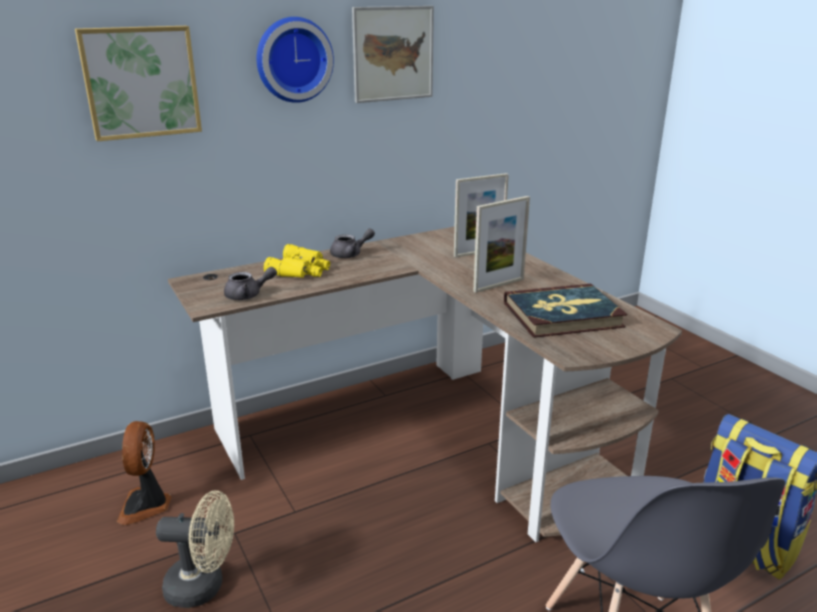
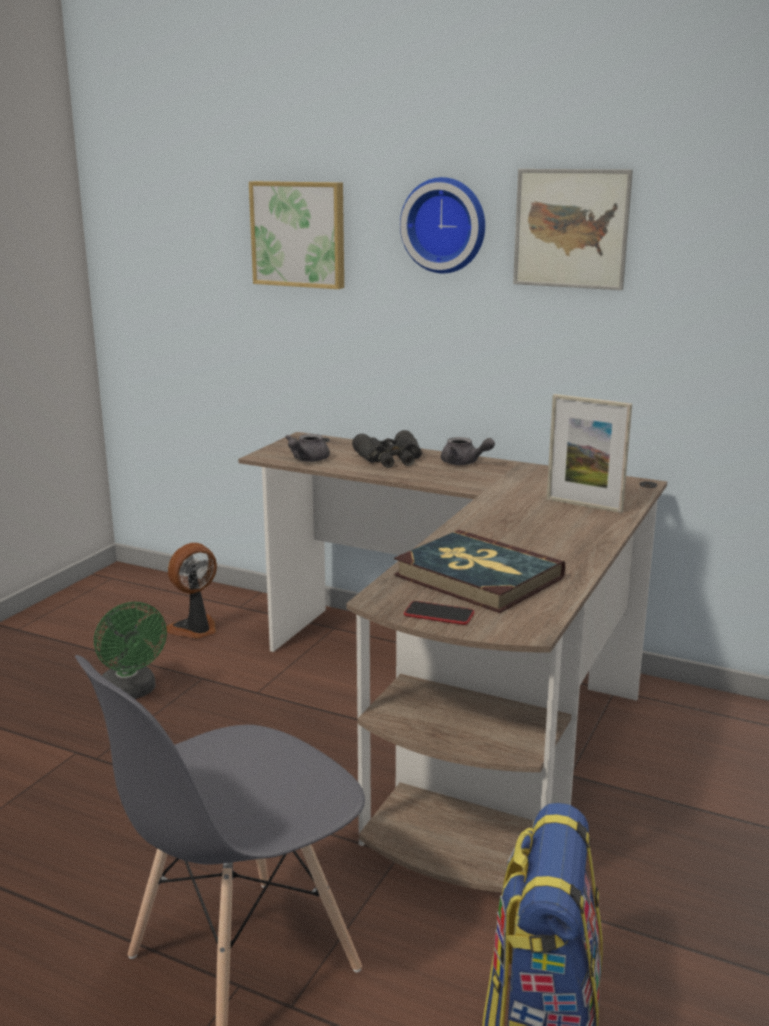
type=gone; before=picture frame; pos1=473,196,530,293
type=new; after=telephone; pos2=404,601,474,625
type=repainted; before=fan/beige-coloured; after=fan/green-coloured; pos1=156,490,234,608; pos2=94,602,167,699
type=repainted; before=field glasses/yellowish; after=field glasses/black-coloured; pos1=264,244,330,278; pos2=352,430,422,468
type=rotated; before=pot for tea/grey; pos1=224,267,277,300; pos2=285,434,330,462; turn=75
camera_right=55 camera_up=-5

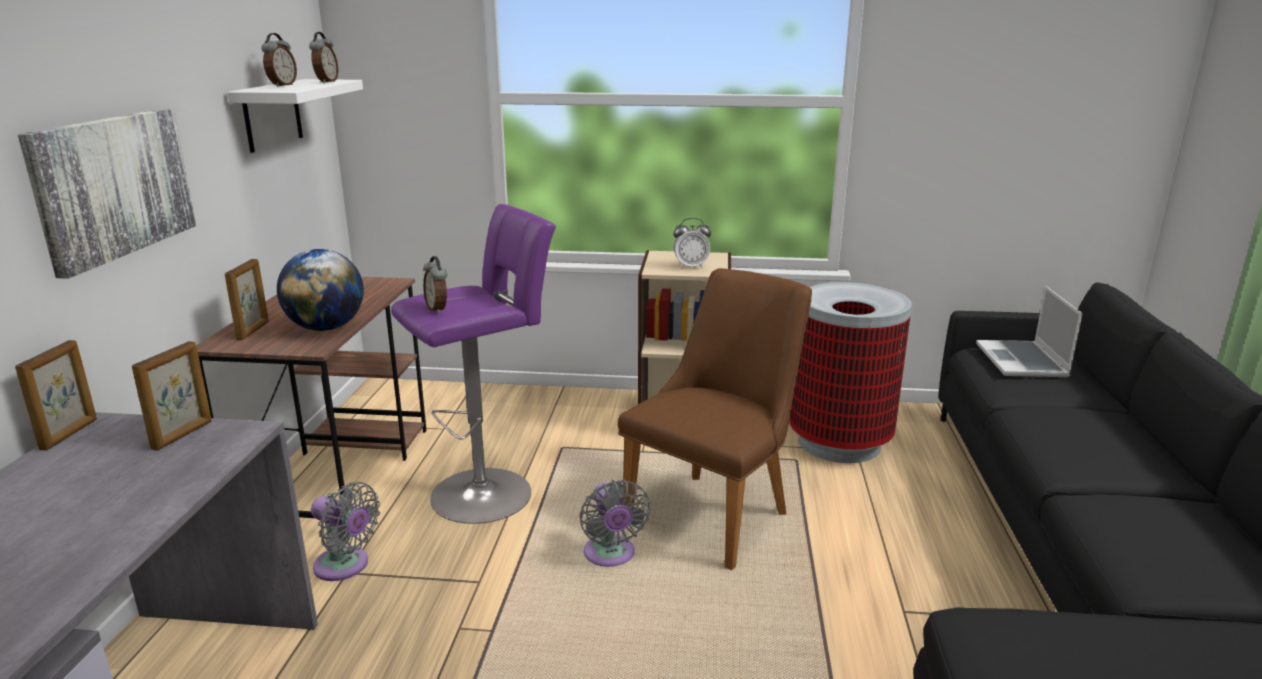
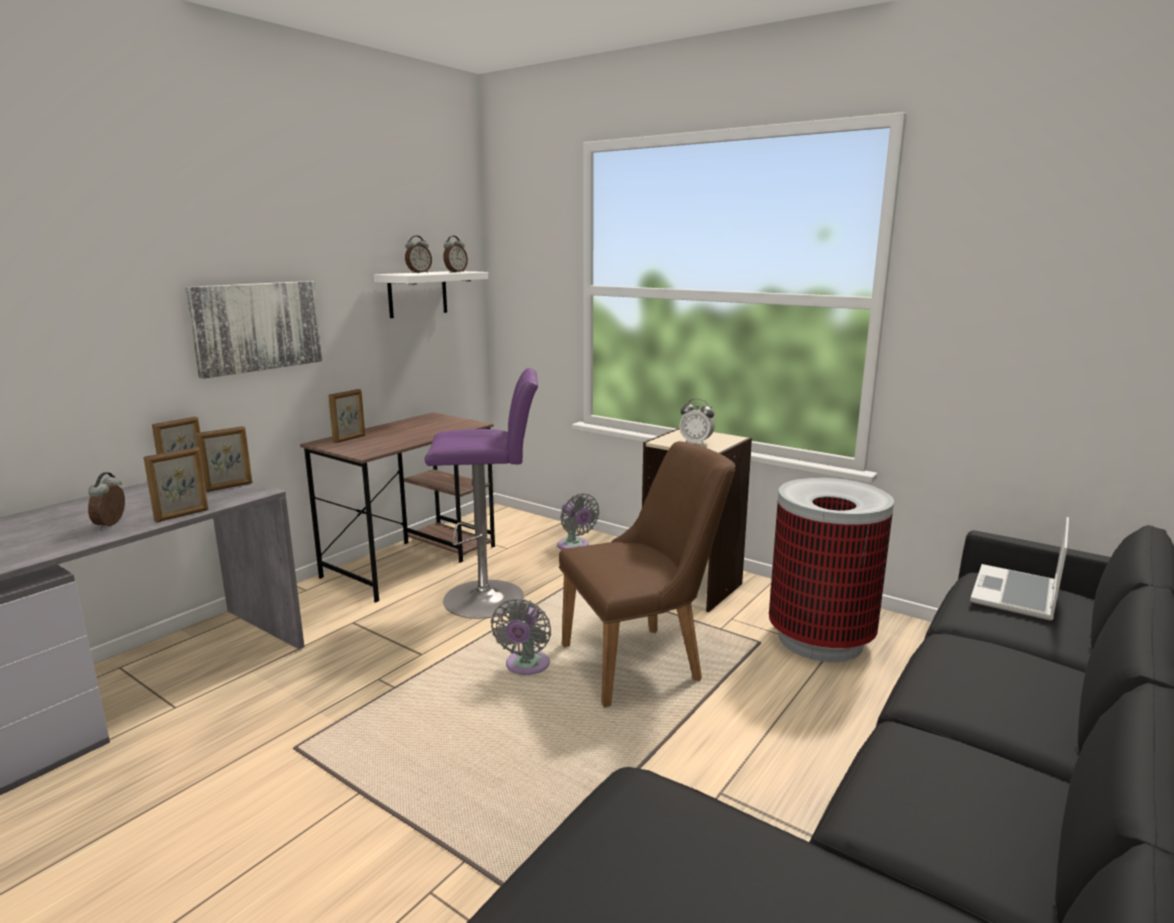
type=gone; before=world globe; pos1=277,249,364,331
type=new; after=picture frame; pos2=144,447,209,522
type=shifted; before=fan/grey; pos1=311,482,380,581; pos2=557,493,600,550
type=shifted; before=bedside clock; pos1=423,256,447,314; pos2=88,472,125,529
camera_right=30 camera_up=-5

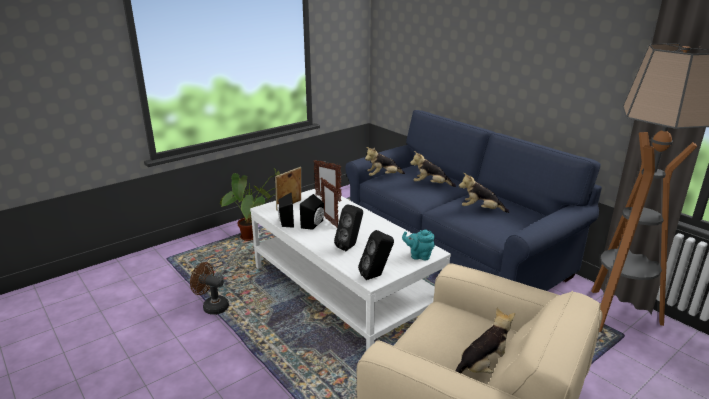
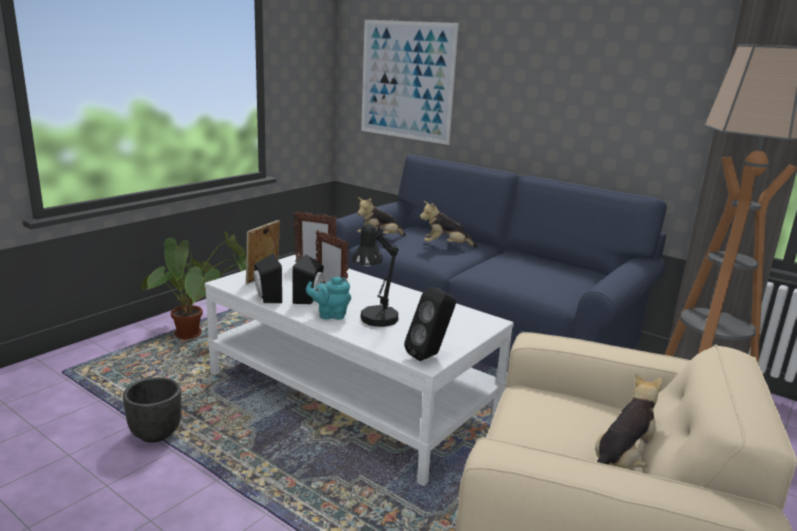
type=gone; before=plush toy; pos1=459,172,509,213
type=new; after=picture; pos2=361,20,459,145
type=shifted; before=pot for tea/turquoise; pos1=402,230,435,261; pos2=306,277,351,320
type=swapped; before=fan/brown; after=flower pot/black-coloured; pos1=190,262,229,315; pos2=123,377,182,443
type=swapped; before=audio speaker/black-coloured; after=lamp for a table/black-coloured; pos1=334,204,363,251; pos2=352,224,399,327
camera_right=-15 camera_up=-5

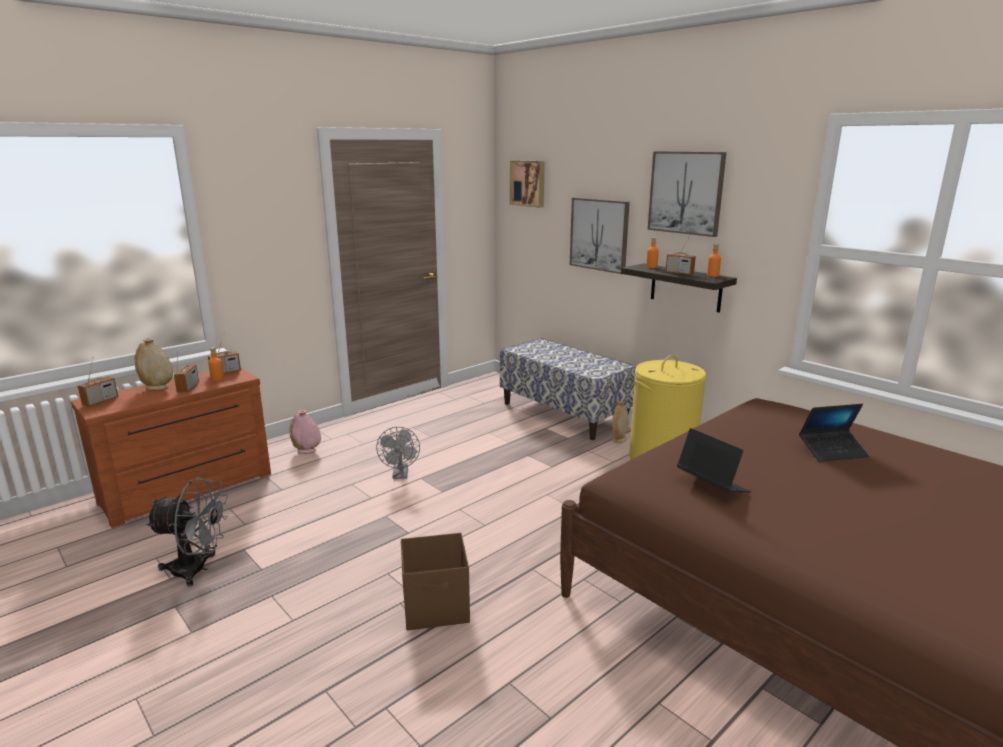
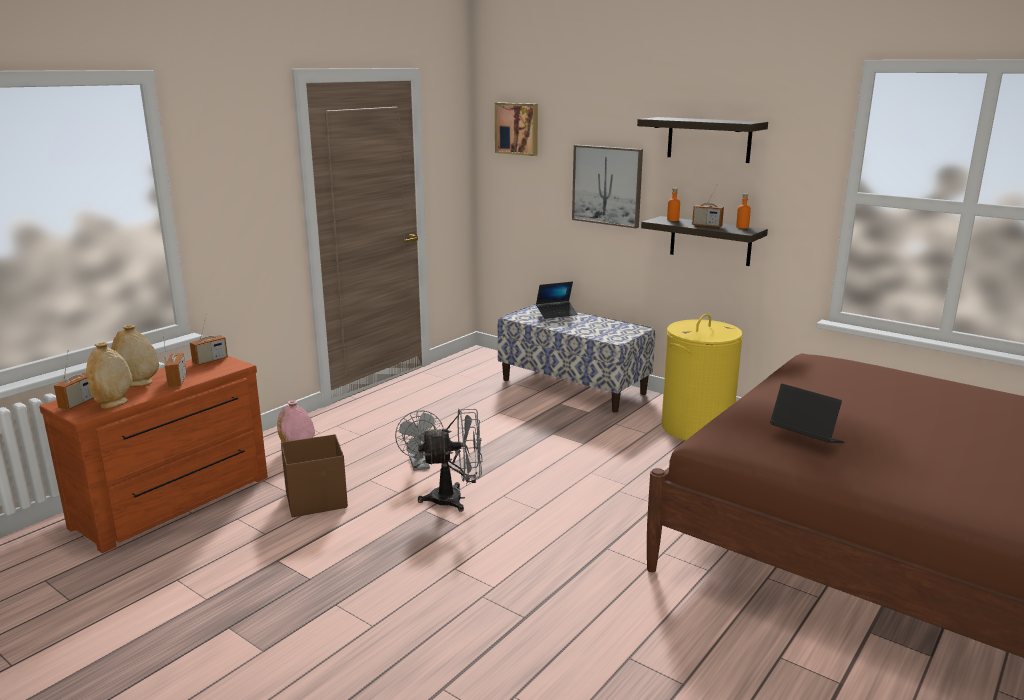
type=gone; before=bottle/orangey; pos1=208,347,224,381
type=shifted; before=fan/grey; pos1=145,478,229,586; pos2=418,409,482,512
type=shifted; before=storage container/brown; pos1=401,533,470,630; pos2=281,434,348,517
type=shifted; before=vase/beige-coloured; pos1=612,401,629,443; pos2=86,342,133,409
type=shifted; before=notebook computer; pos1=799,404,869,462; pos2=536,282,578,319
type=swapped; before=picture; after=bracket shelf; pos1=648,151,727,237; pos2=637,117,768,163
camera_right=-10 camera_up=0

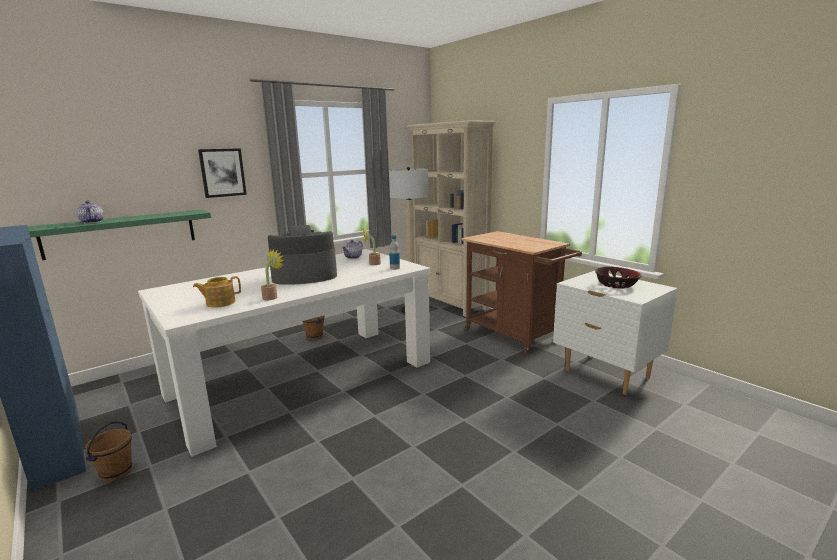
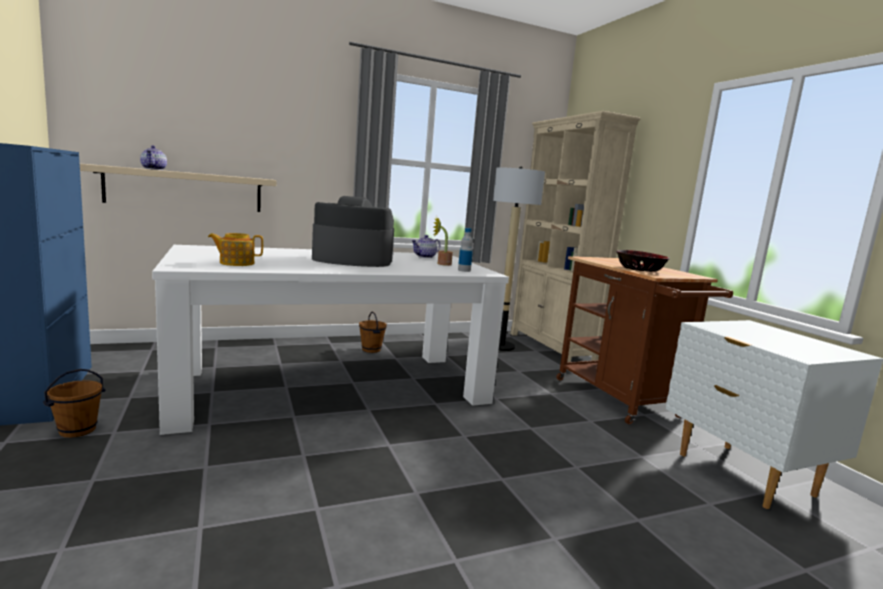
type=gone; before=picture; pos1=198,148,247,198
type=gone; before=houseplant; pos1=261,249,284,300
type=shifted; before=bowl; pos1=595,267,642,289; pos2=616,250,670,272
type=repainted; before=bracket shelf/green-coloured; after=bracket shelf/beige-coloured; pos1=28,210,211,260; pos2=80,164,277,212
camera_right=15 camera_up=-5

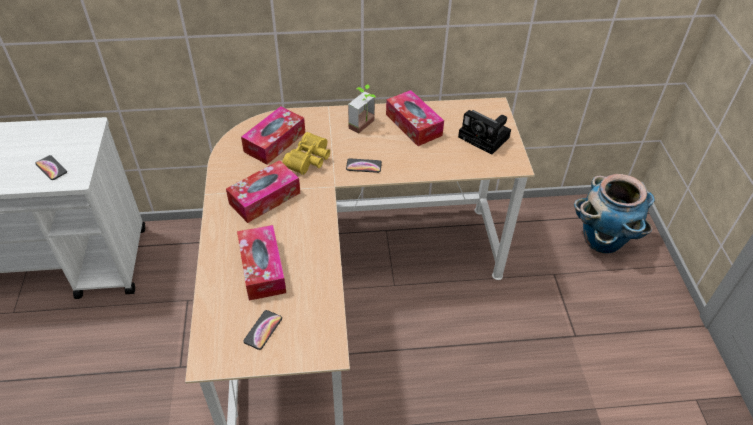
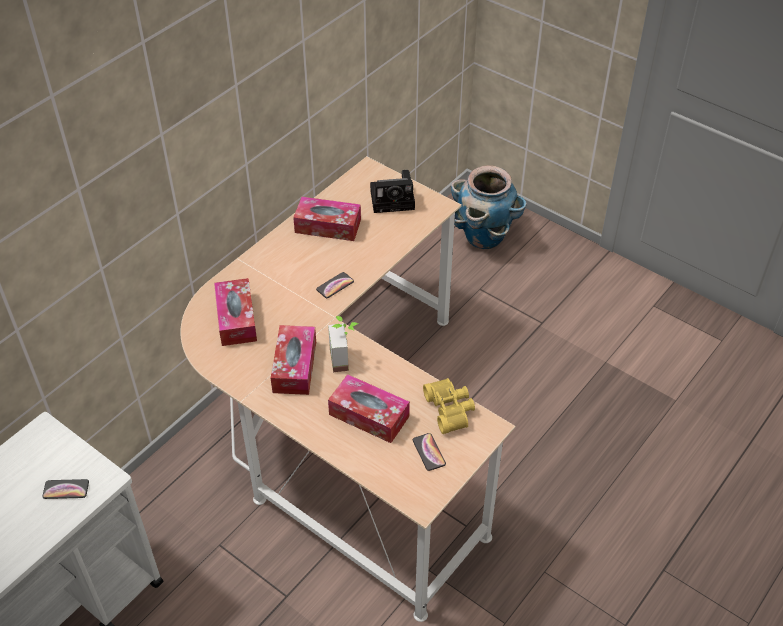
type=shifted; before=field glasses/yellowish; pos1=282,132,330,175; pos2=423,378,475,434
type=shifted; before=houseplant; pos1=348,84,376,134; pos2=328,316,358,372
camera_right=-45 camera_up=0

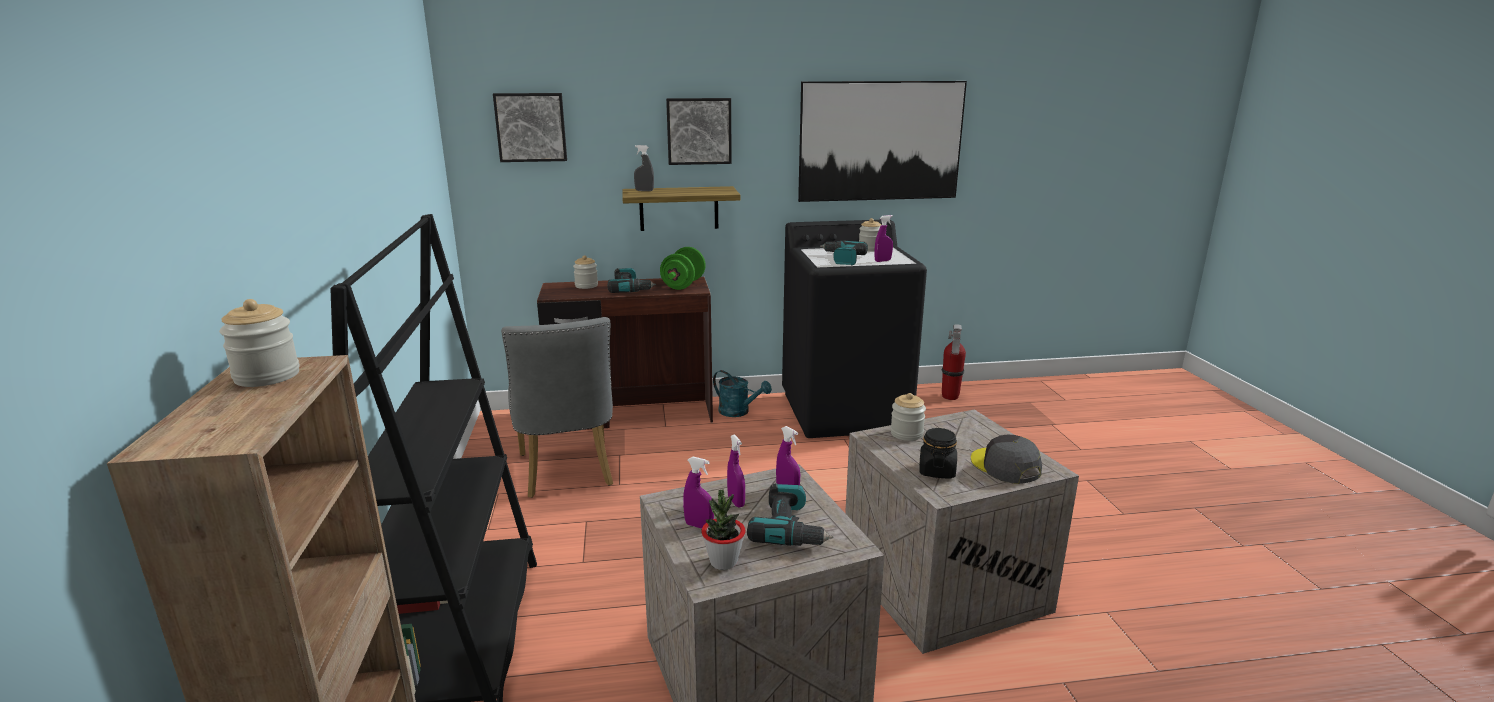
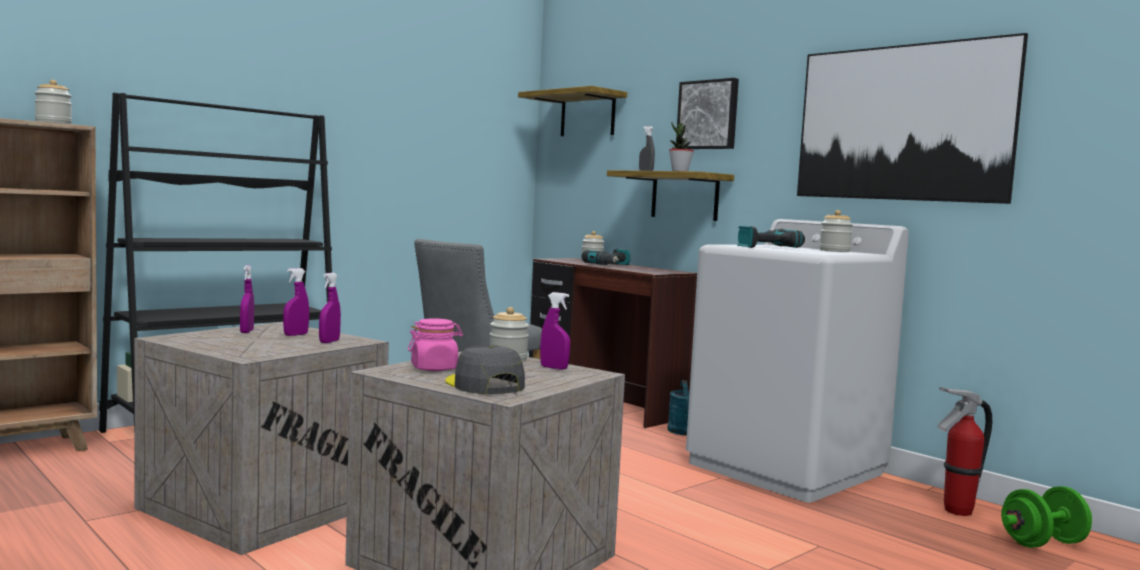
type=gone; before=power drill; pos1=747,483,833,546
type=shifted; before=hand weight/green-coloured; pos1=660,247,706,290; pos2=1001,486,1092,548
type=shifted; before=houseplant; pos1=701,489,746,570; pos2=669,122,694,171
type=shifted; before=hand sprayer/purple-coloured; pos1=874,215,893,262; pos2=540,292,570,370
type=swapped; before=picture; after=bracket shelf; pos1=493,93,567,162; pos2=518,86,627,136
type=repainted; before=laundry machine/black-coloured; after=laundry machine/whitish; pos1=782,220,927,438; pos2=686,219,909,503
type=repainted; before=jar/black-coloured; after=jar/pink; pos1=919,428,957,478; pos2=408,319,463,371
type=rotated; before=baseball cap/grey; pos1=971,435,1042,484; pos2=445,345,525,394; turn=-60
camera_right=55 camera_up=-15

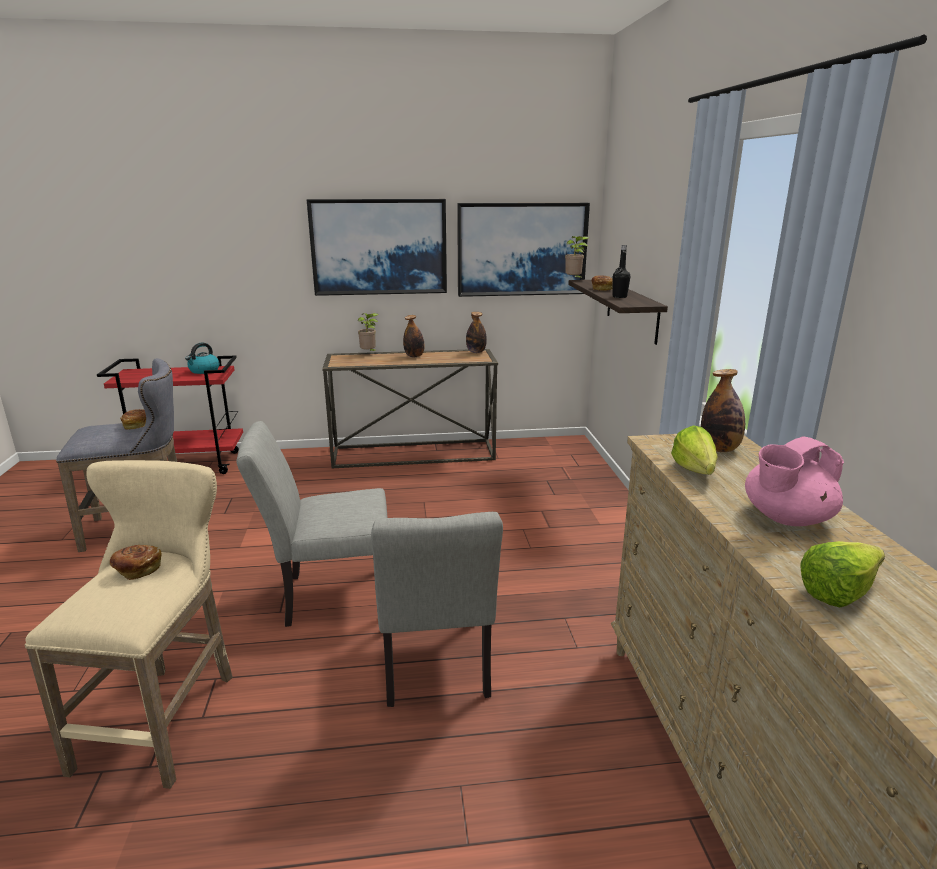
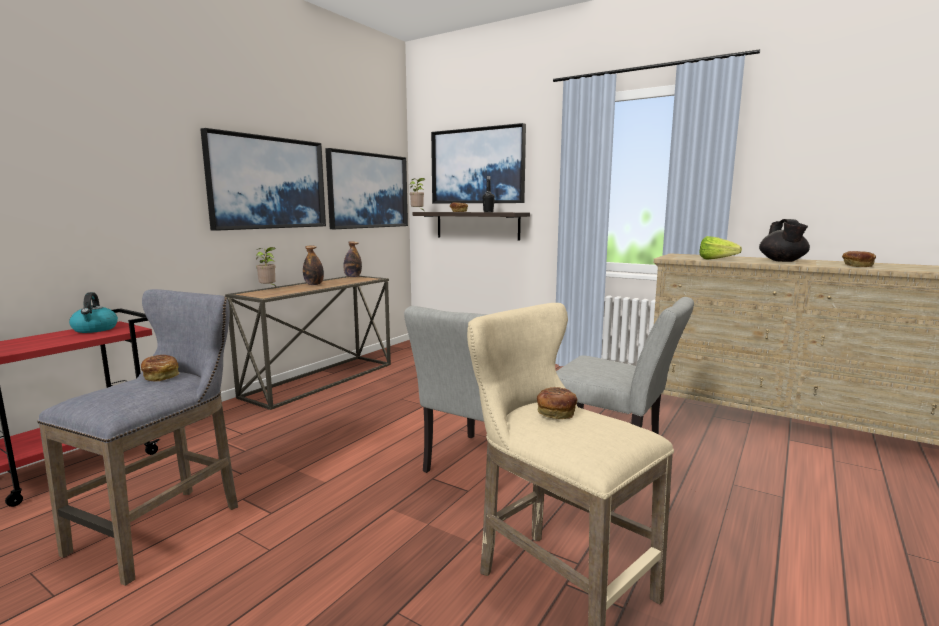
type=gone; before=bottle; pos1=701,369,745,452
type=new; after=picture; pos2=431,123,526,204
type=swapped; before=lettuce head; after=bread; pos1=800,541,885,607; pos2=842,251,876,267
type=repainted; before=pot for tea/pink; after=pot for tea/black-coloured; pos1=745,436,844,526; pos2=759,219,810,262
camera_right=-50 camera_up=-10

